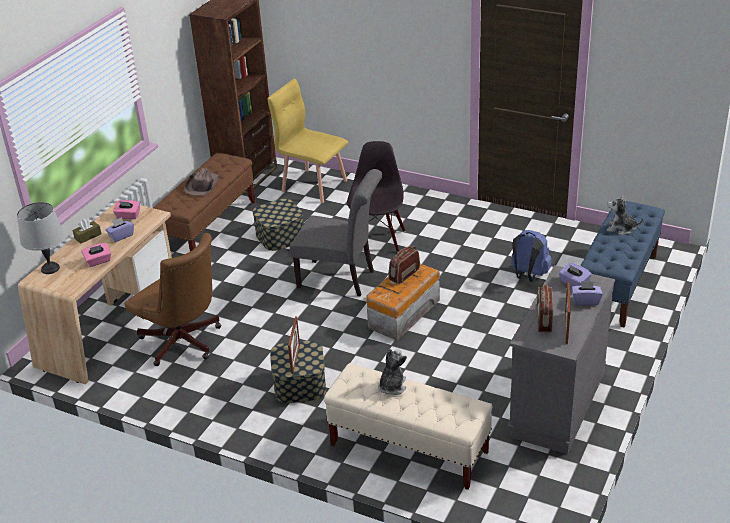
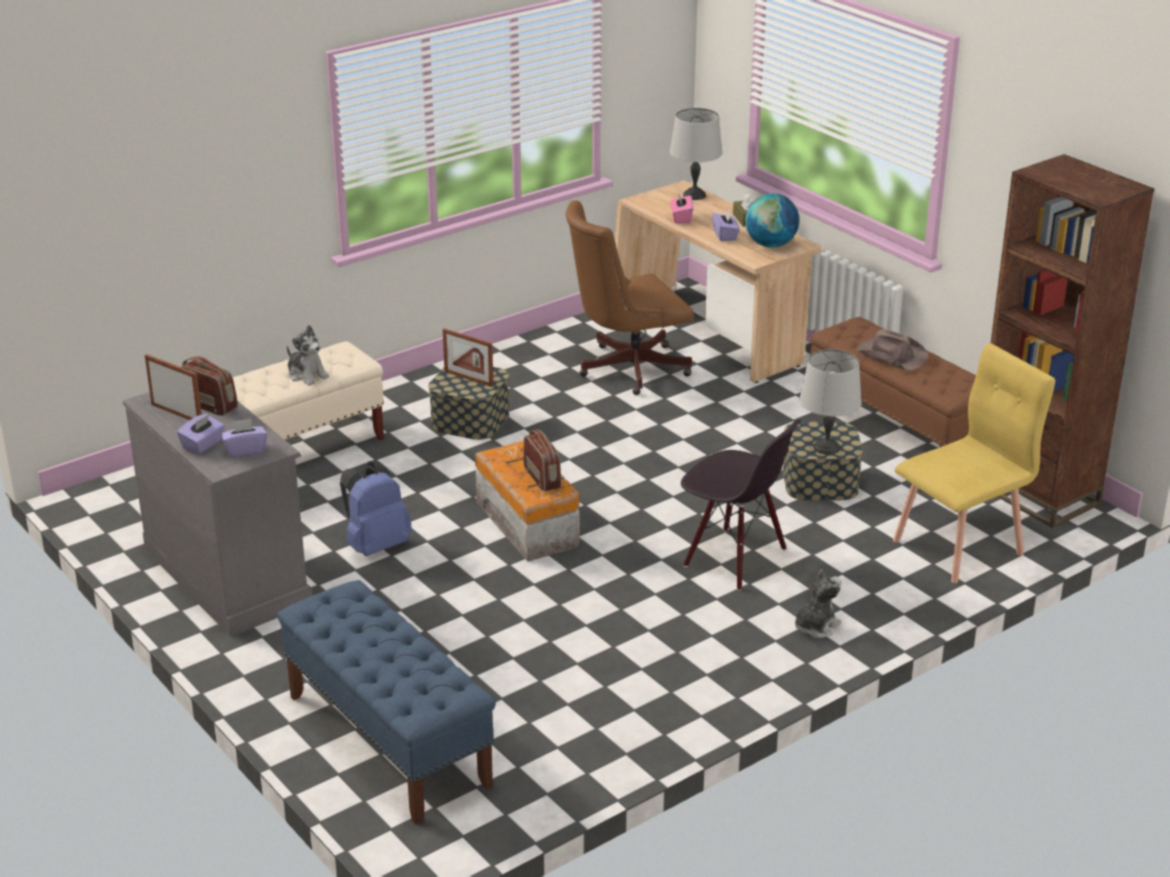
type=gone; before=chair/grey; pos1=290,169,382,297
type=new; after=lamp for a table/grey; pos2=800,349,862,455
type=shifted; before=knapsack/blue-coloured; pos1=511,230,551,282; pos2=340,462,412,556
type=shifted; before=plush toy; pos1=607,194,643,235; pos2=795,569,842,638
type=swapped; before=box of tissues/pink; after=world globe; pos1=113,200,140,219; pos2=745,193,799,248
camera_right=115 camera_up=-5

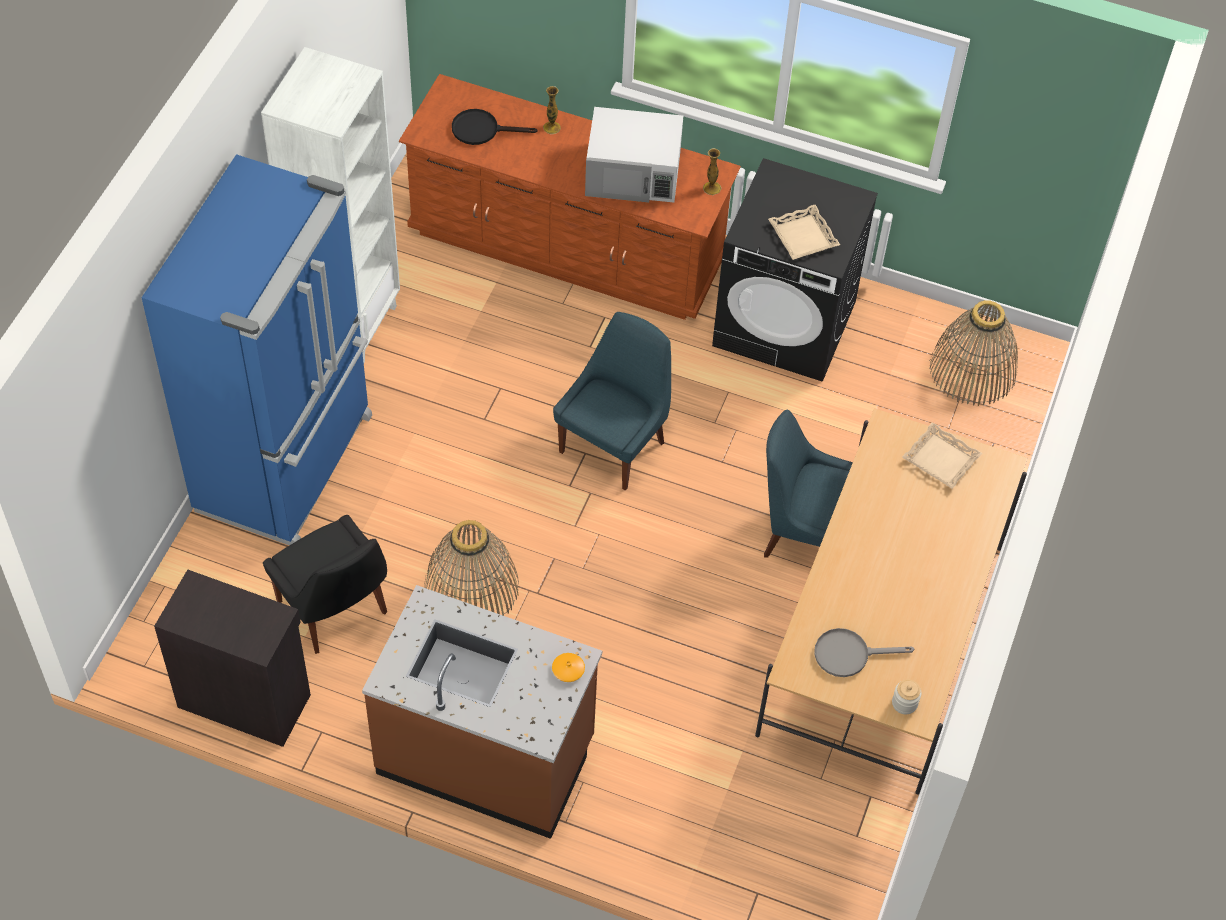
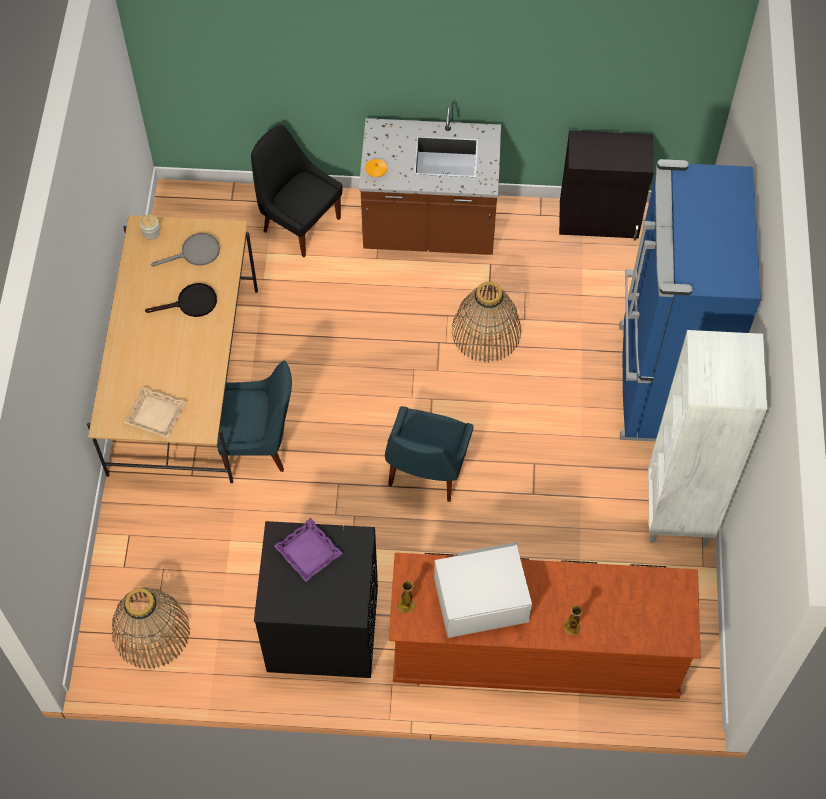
type=shifted; before=chair/black-coloured; pos1=263,515,387,654; pos2=251,125,342,257
type=shifted; before=pan/black-coloured; pos1=452,109,537,145; pos2=145,283,217,317
type=repainted; before=tray/beige-coloured; after=tray/purple-coloured; pos1=768,205,840,260; pos2=274,518,343,582
camera_right=165 camera_up=5

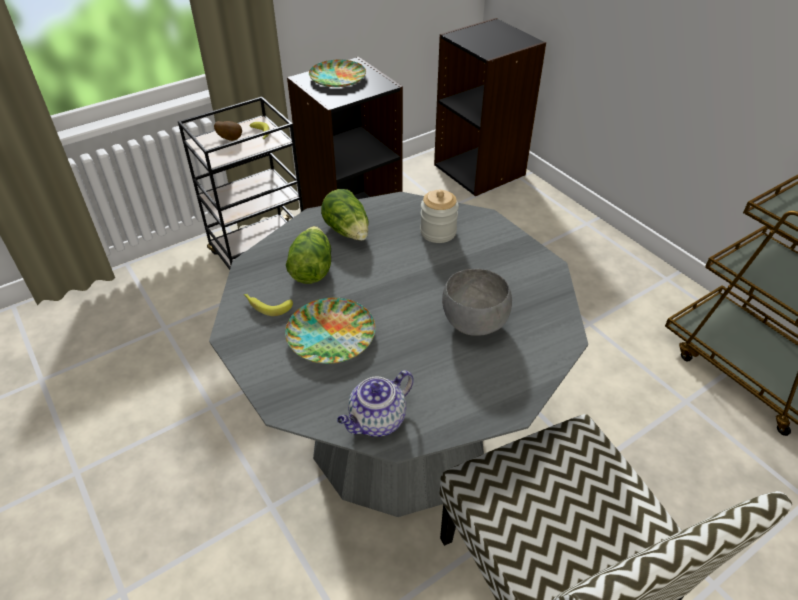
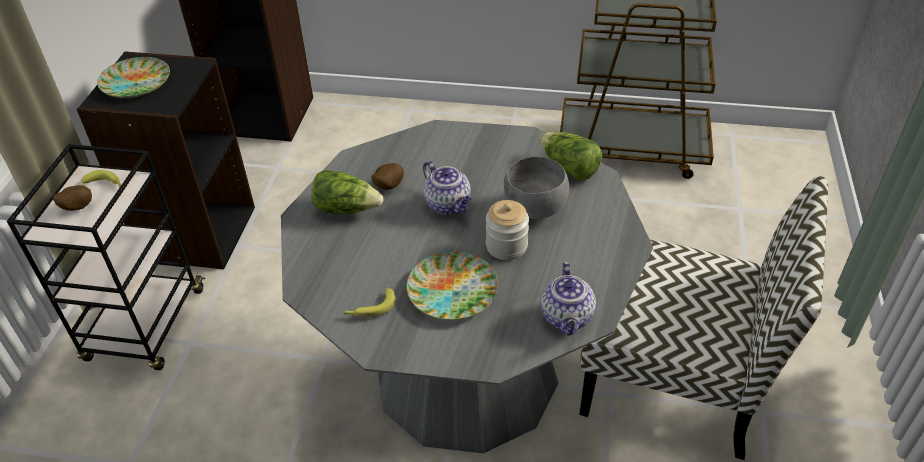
type=new; after=whole potato; pos2=372,163,404,190
type=new; after=pot for tea; pos2=423,161,472,215
type=shifted; before=lettuce head; pos1=286,226,331,284; pos2=540,132,602,181
type=shifted; before=jar; pos1=420,190,459,243; pos2=486,200,529,260
camera_right=-45 camera_up=0

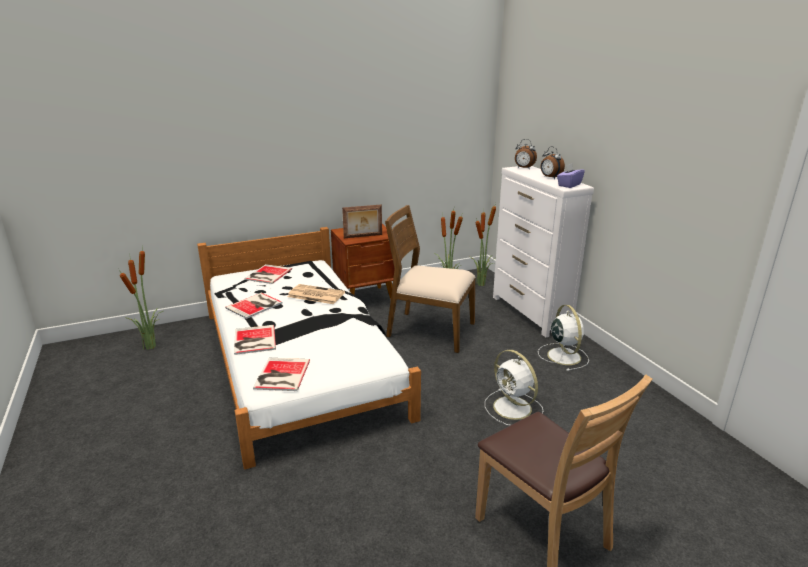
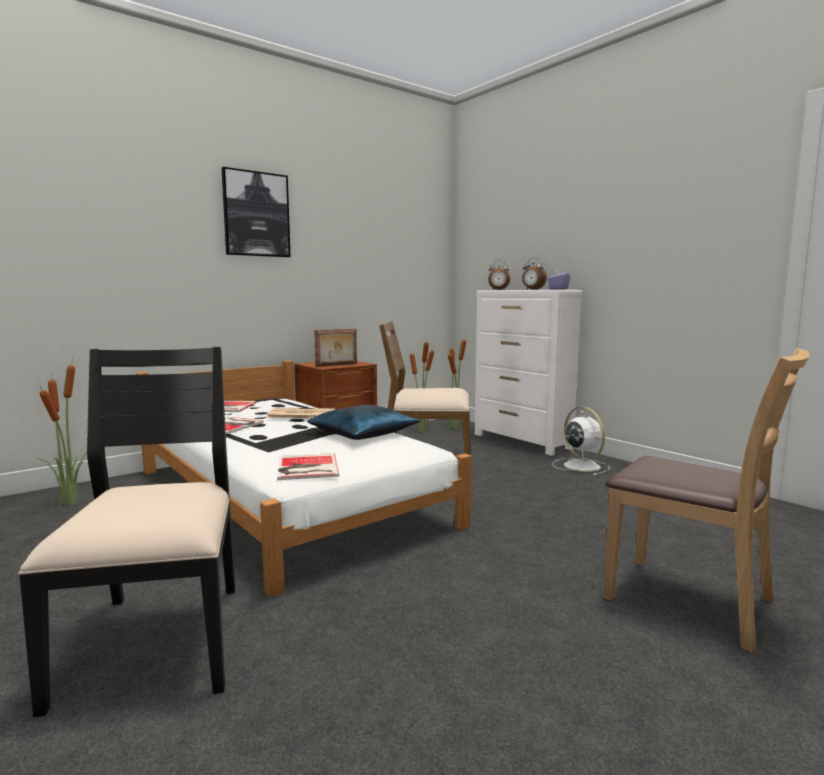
type=gone; before=bound book; pos1=234,325,276,355
type=gone; before=fan/whitish; pos1=485,350,543,425
type=new; after=chair/black-coloured; pos2=18,347,236,717
type=new; after=picture; pos2=222,167,291,257
type=new; after=pillow/blue-coloured; pos2=307,405,421,440
camera_right=-15 camera_up=-15

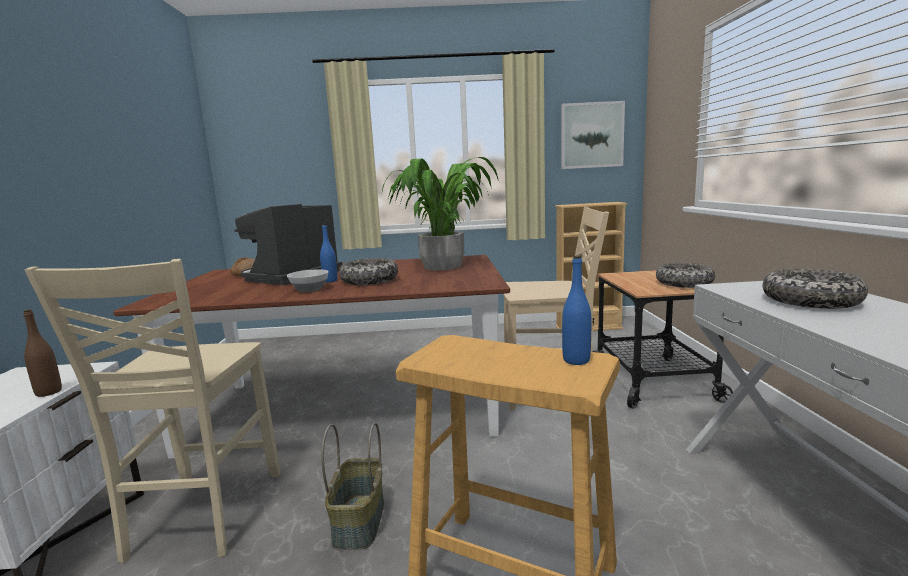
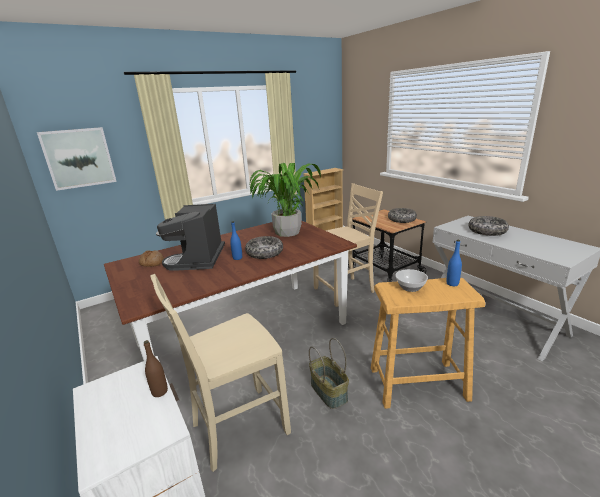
type=shifted; before=bowl; pos1=287,270,328,292; pos2=395,269,428,292
type=shifted; before=picture; pos1=561,101,625,169; pos2=37,127,117,191
type=rotated; before=chair/beige-coloured; pos1=24,259,280,563; pos2=150,274,291,472; turn=90
camera_right=-30 camera_up=10

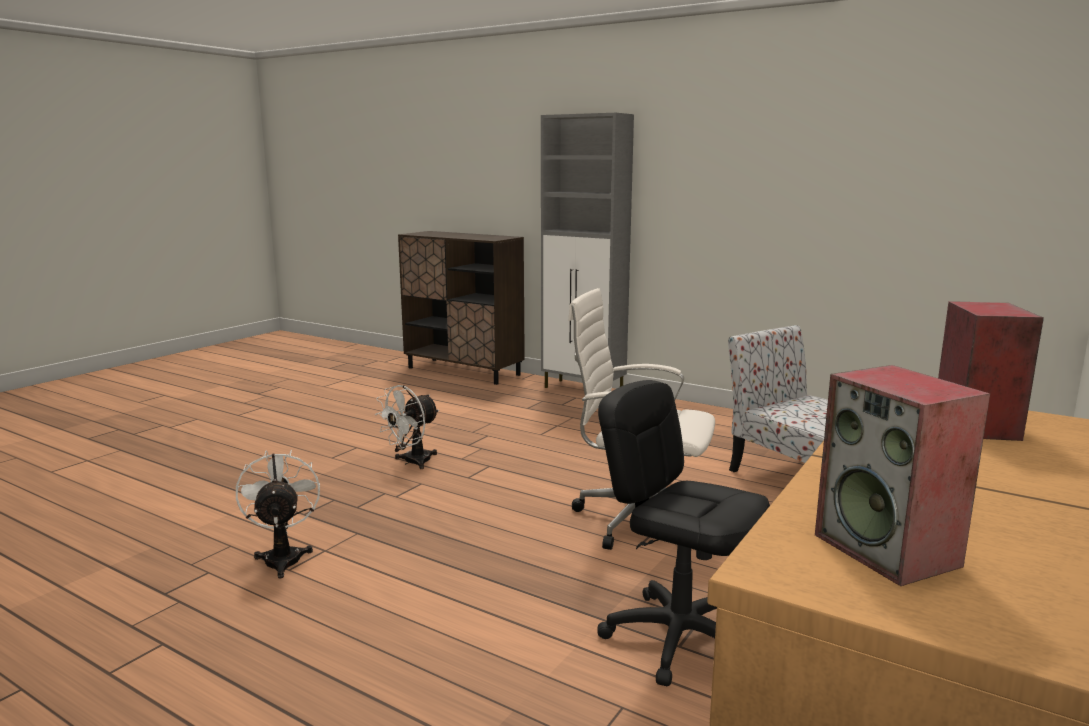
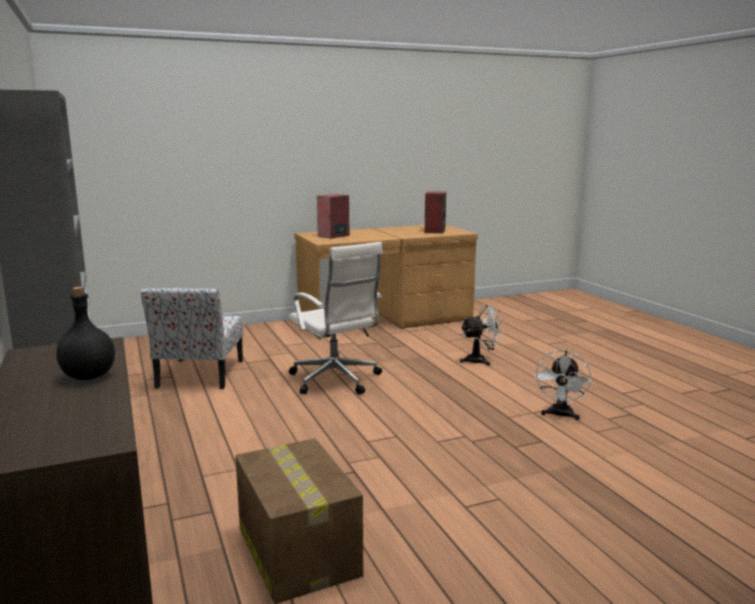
type=gone; before=desk chair/black-coloured; pos1=598,380,770,687
type=new; after=bottle/black-coloured; pos2=56,287,115,380
type=new; after=packing box; pos2=235,438,363,604
type=shifted; before=fan/whitish; pos1=375,385,439,469; pos2=460,304,504,366
camera_right=-145 camera_up=0

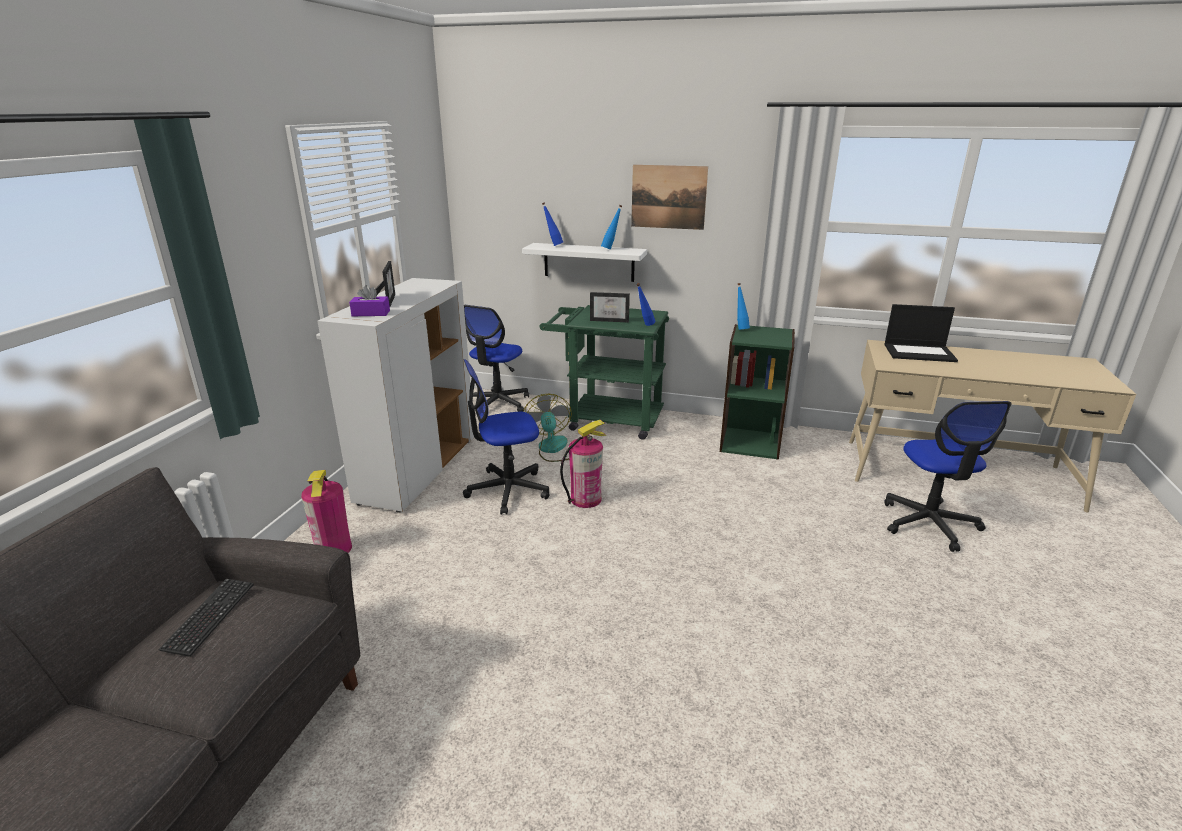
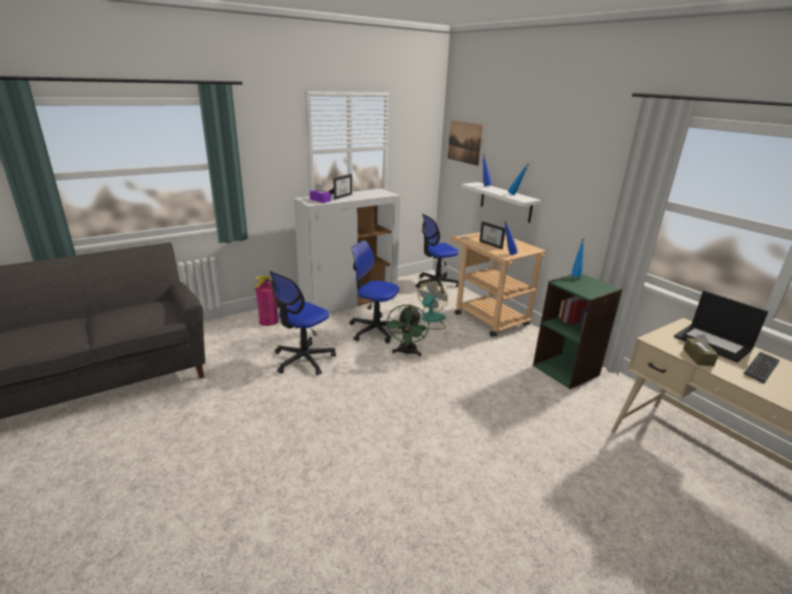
type=new; after=box of tissues/brown; pos2=683,334,719,366
type=shifted; before=computer keyboard; pos1=158,579,254,657; pos2=743,352,780,384
type=shifted; before=picture; pos1=631,165,708,230; pos2=448,120,483,166
type=shifted; before=desk chair; pos1=885,401,1012,552; pos2=269,271,336,375
type=swapped; before=extinguisher; after=fan/green-coloured; pos1=560,420,606,508; pos2=385,304,429,356
type=repainted; before=trolley/green-coloured; after=trolley/beige-coloured; pos1=539,305,669,440; pos2=450,232,546,337
camera_right=40 camera_up=0

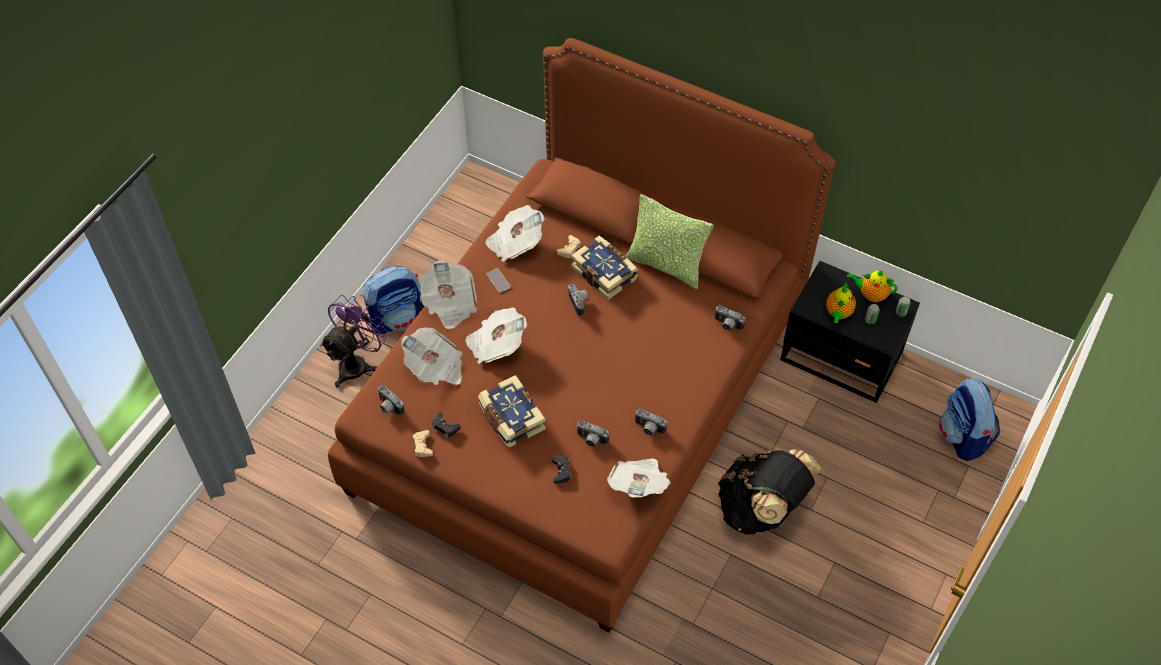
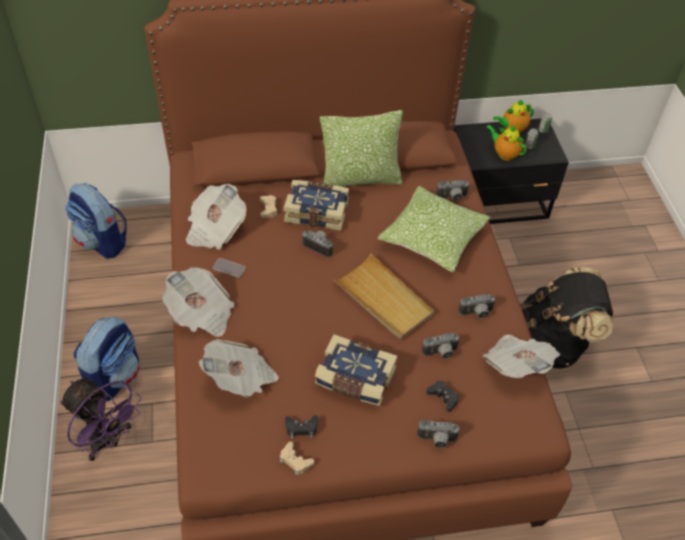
type=gone; before=daily paper; pos1=465,307,527,364
type=new; after=tray/beige-coloured; pos2=333,253,434,339
type=new; after=pillow; pos2=378,186,490,272
type=shifted; before=photo camera; pos1=378,385,404,416; pos2=417,420,460,448
type=shifted; before=knapsack; pos1=939,378,1000,461; pos2=65,183,127,259
type=rotated; before=fan/purple-coloured; pos1=320,295,389,388; pos2=60,378,141,461; turn=135
type=rotated; before=pot for tea; pos1=826,282,856,323; pos2=486,125,526,161; turn=150
camera_right=-40 camera_up=-5

